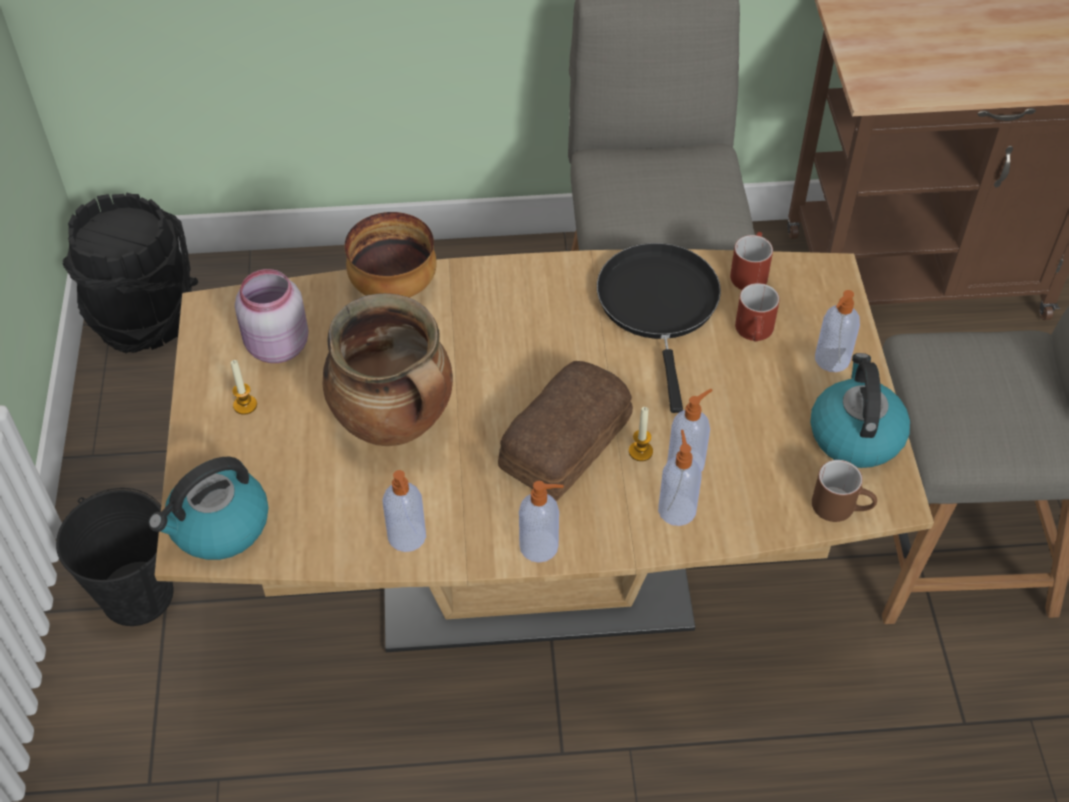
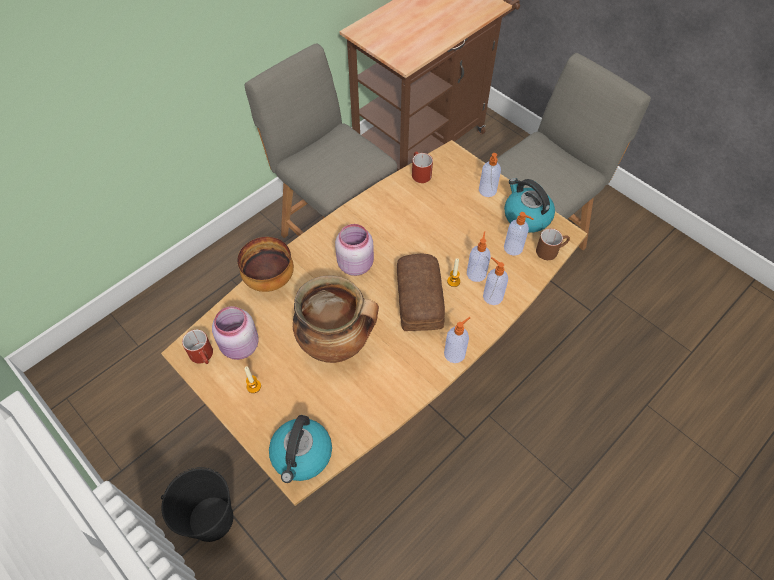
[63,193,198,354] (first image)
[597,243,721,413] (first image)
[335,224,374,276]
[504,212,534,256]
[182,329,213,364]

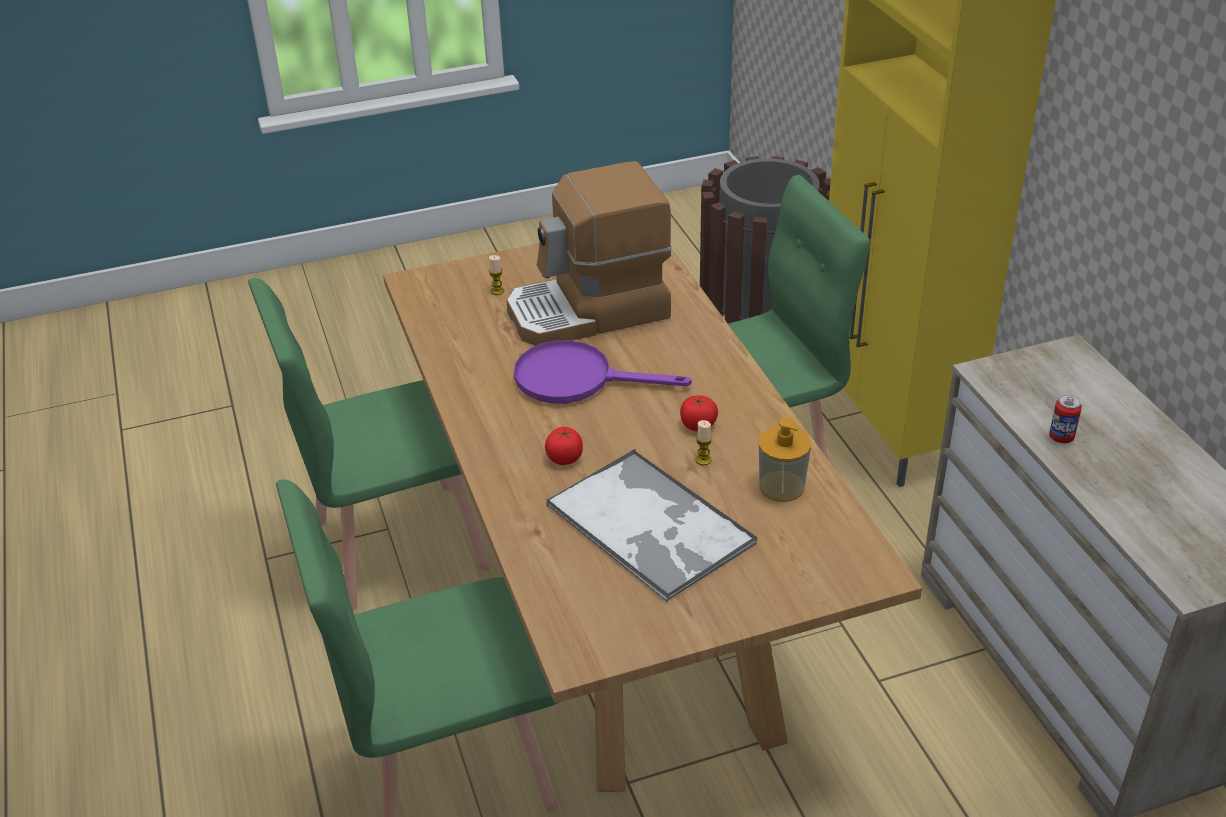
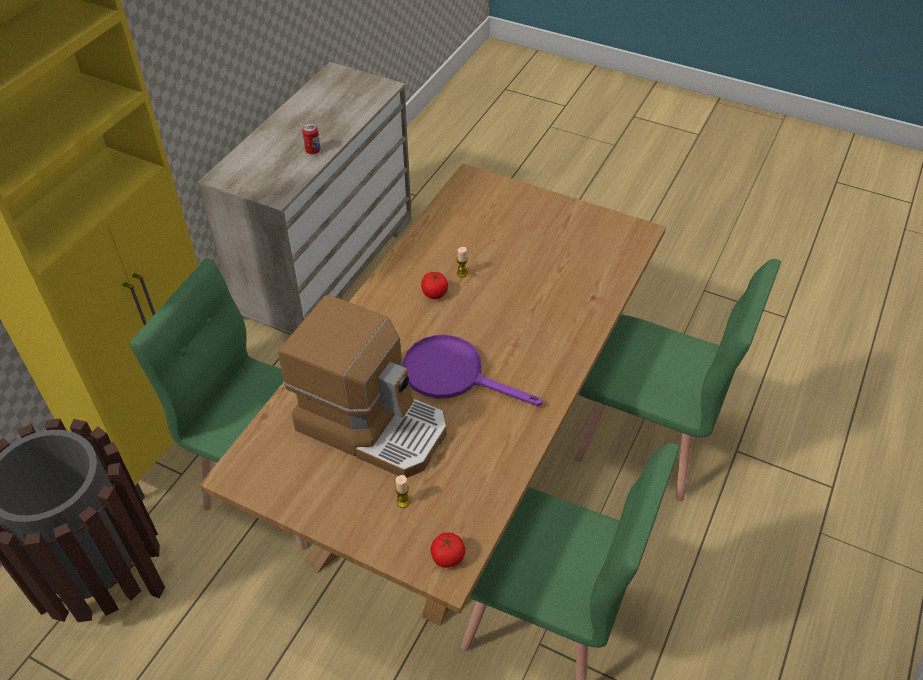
[546,449,757,602] (first image)
[759,418,811,502] (first image)
[431,533,465,568]
[403,335,543,406]

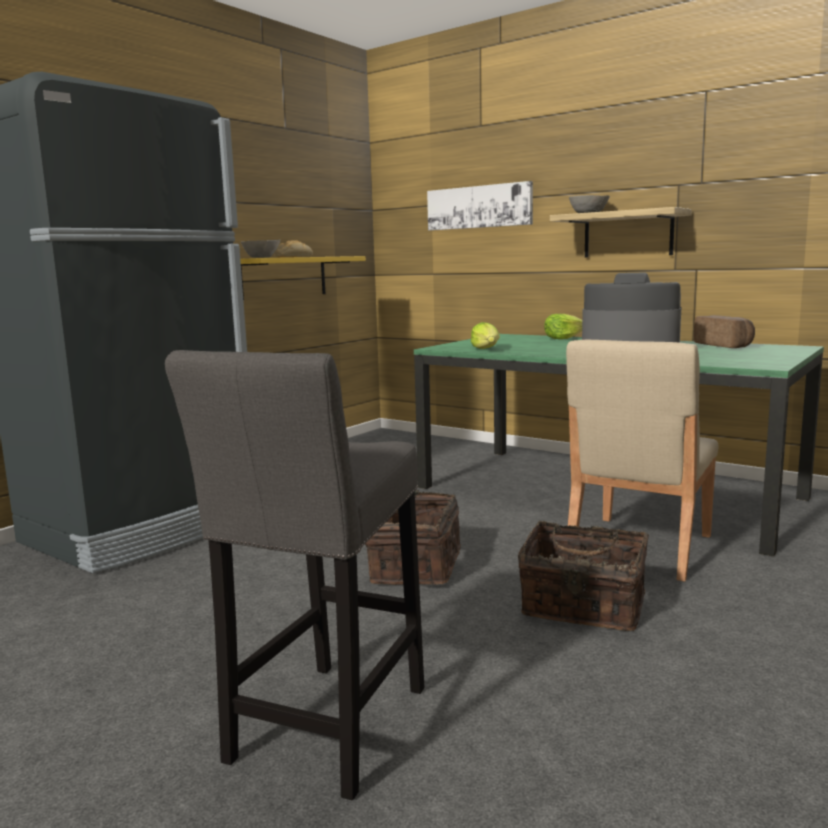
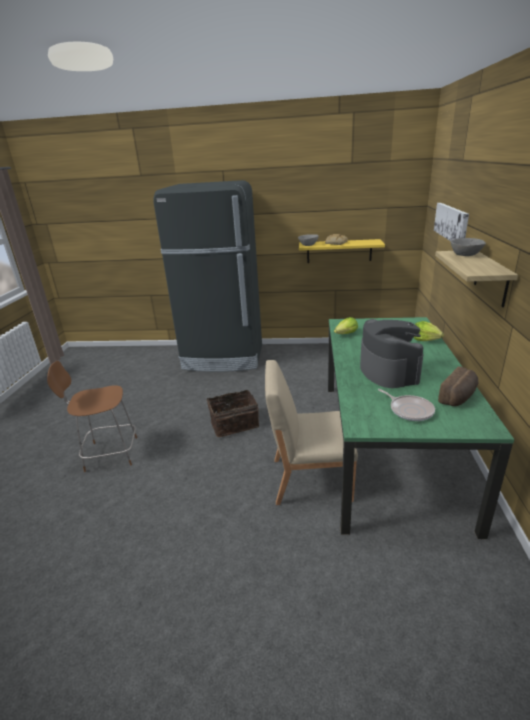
[518,521,649,631] (first image)
[378,389,435,421]
[47,361,137,472]

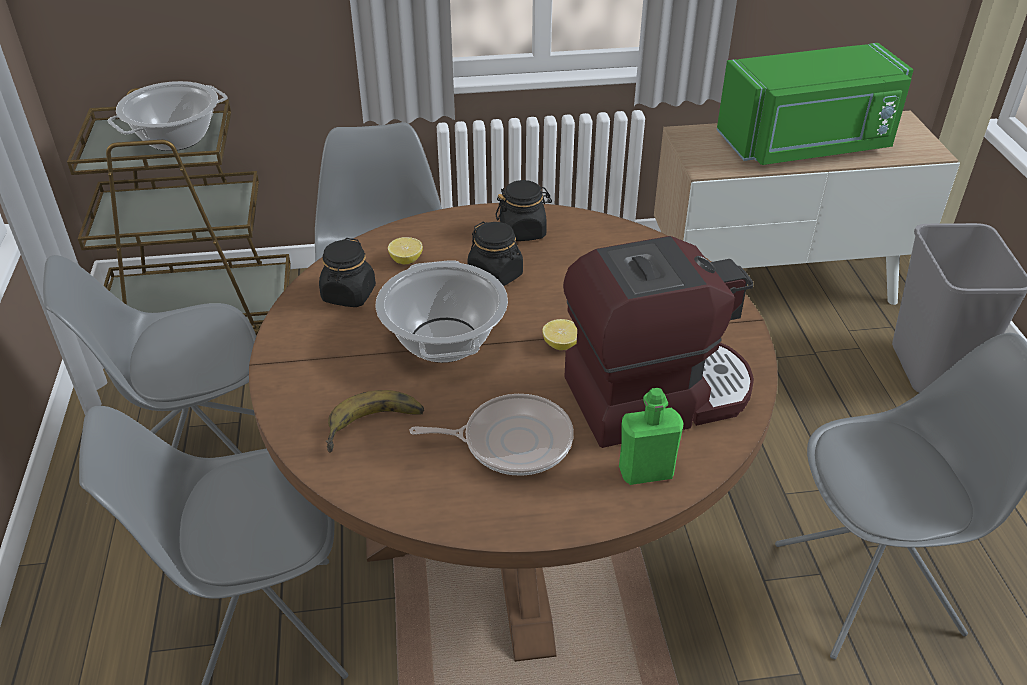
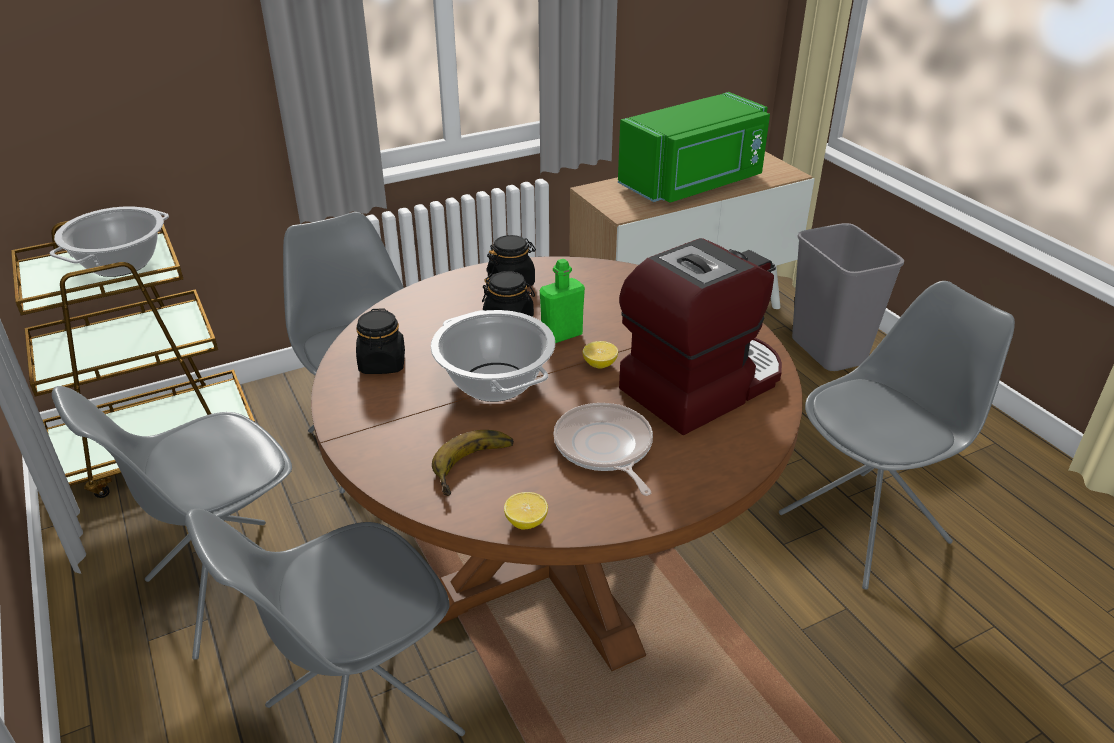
[504,492,548,530]
[540,259,585,343]
[553,403,653,496]

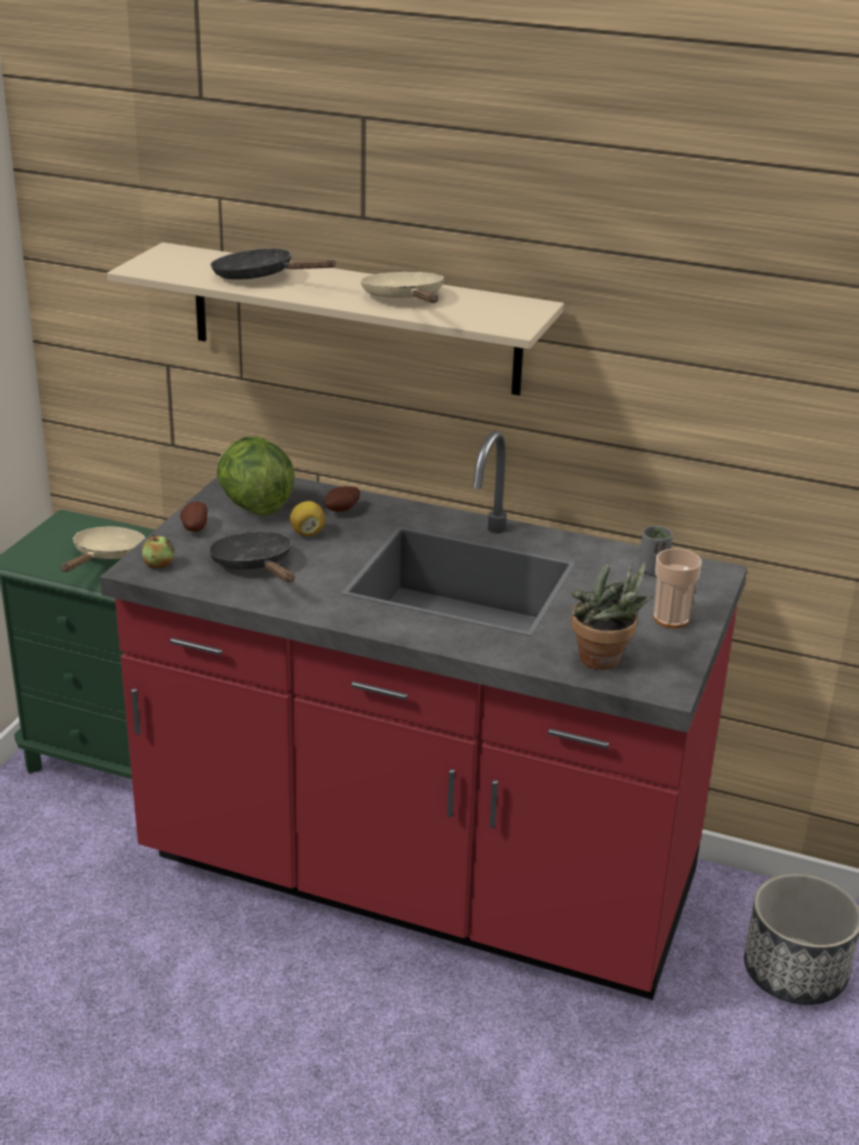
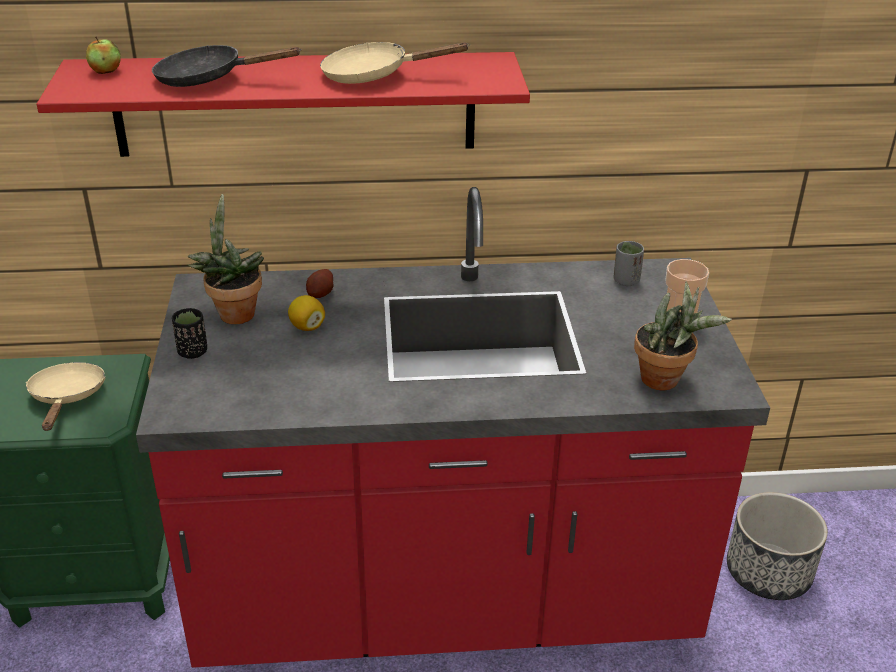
[209,531,295,582] (first image)
[86,37,121,74]
[172,308,207,359]
[188,194,264,324]
[36,52,530,157]
[320,42,470,84]

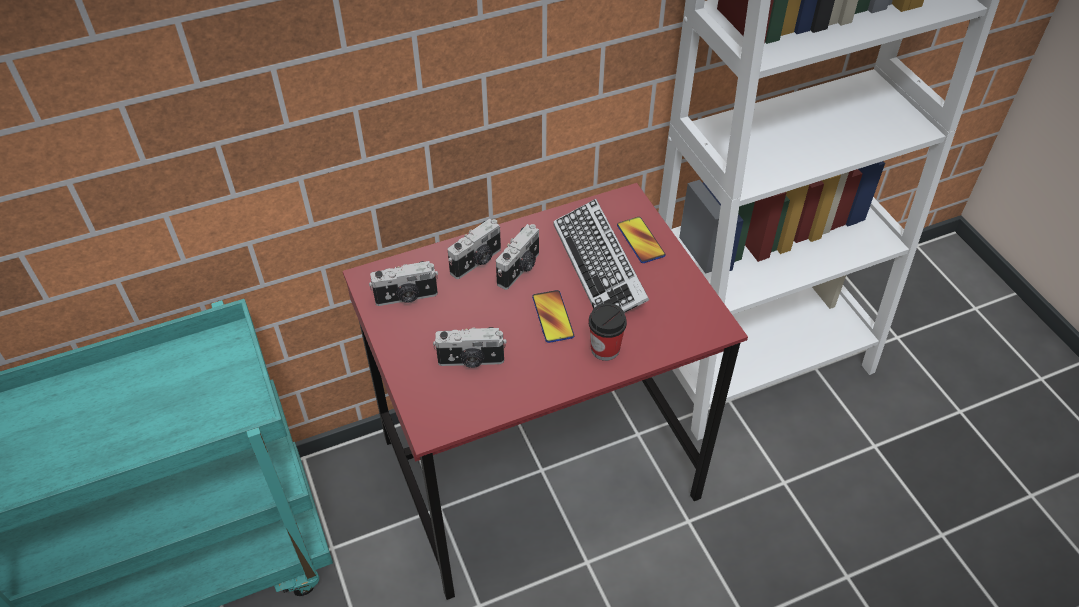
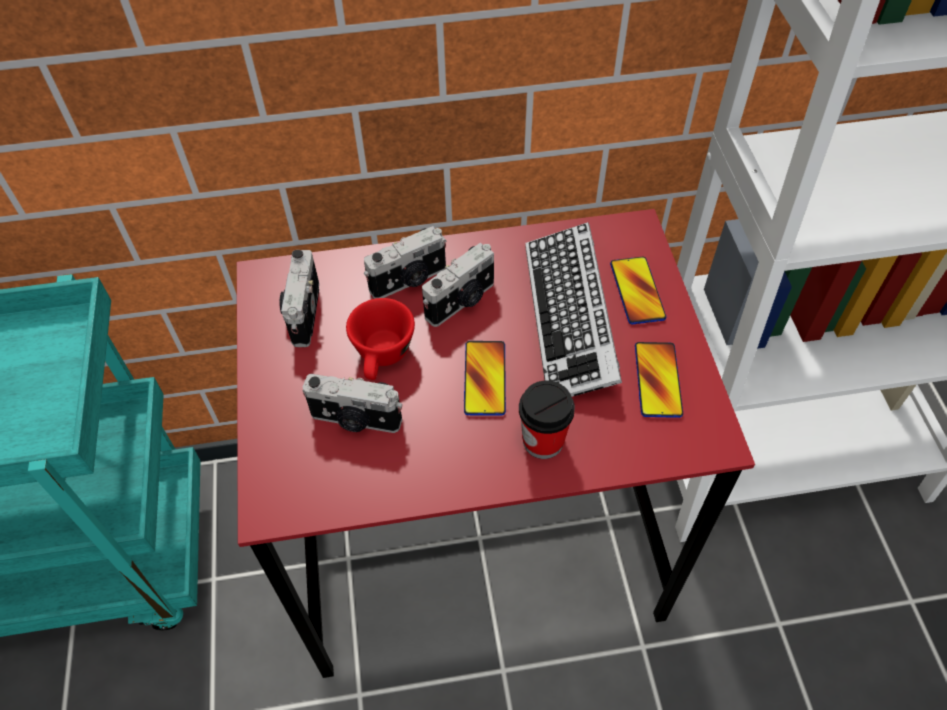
[346,298,415,380]
[635,342,683,418]
[280,250,319,347]

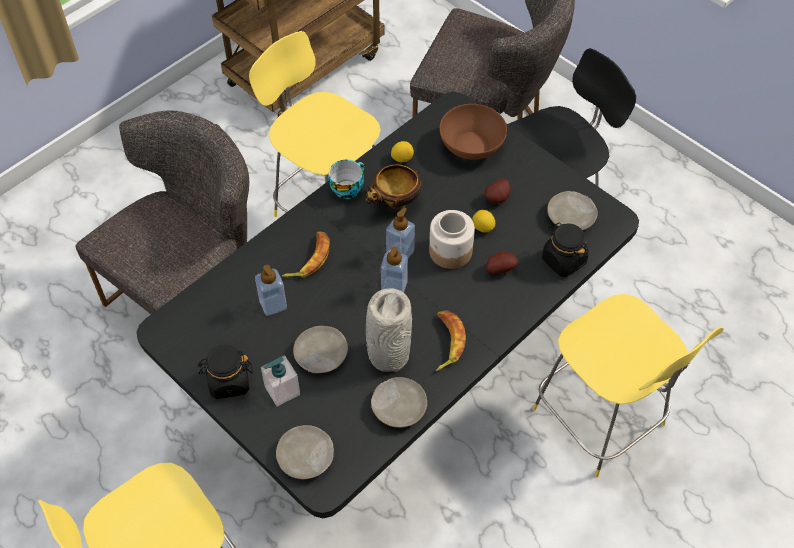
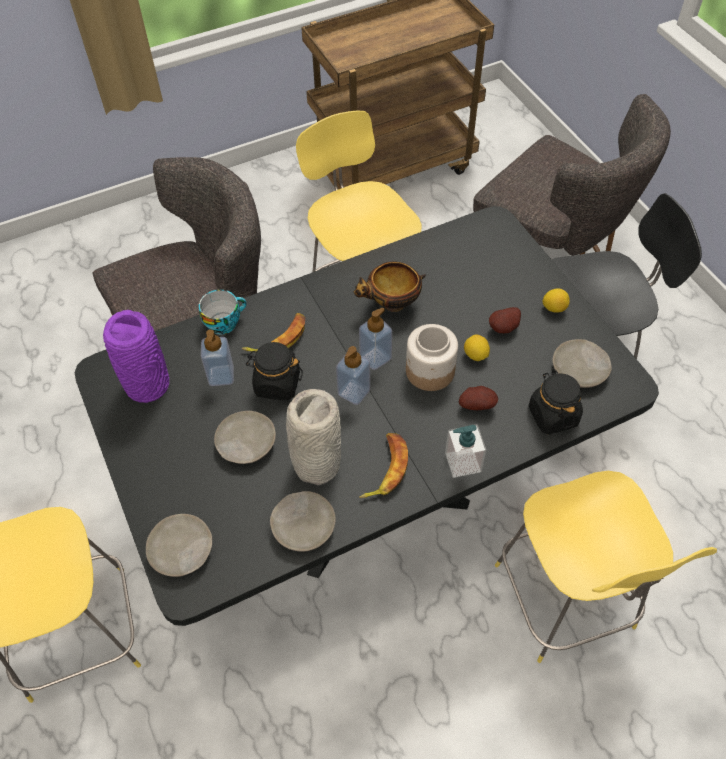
[439,104,507,160] (first image)
[103,310,169,403]
[246,342,303,400]
[445,424,486,478]
[199,290,247,335]
[542,288,570,313]

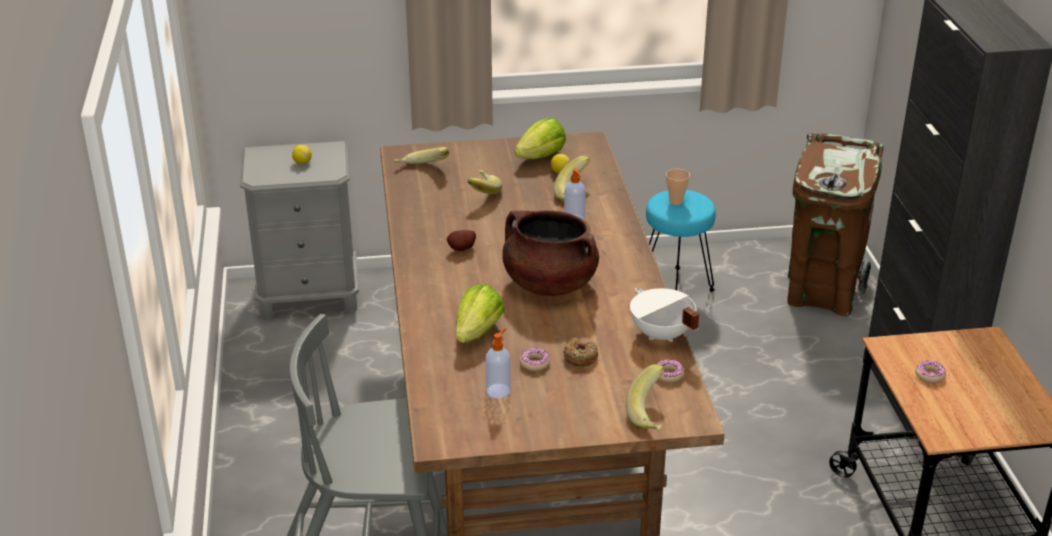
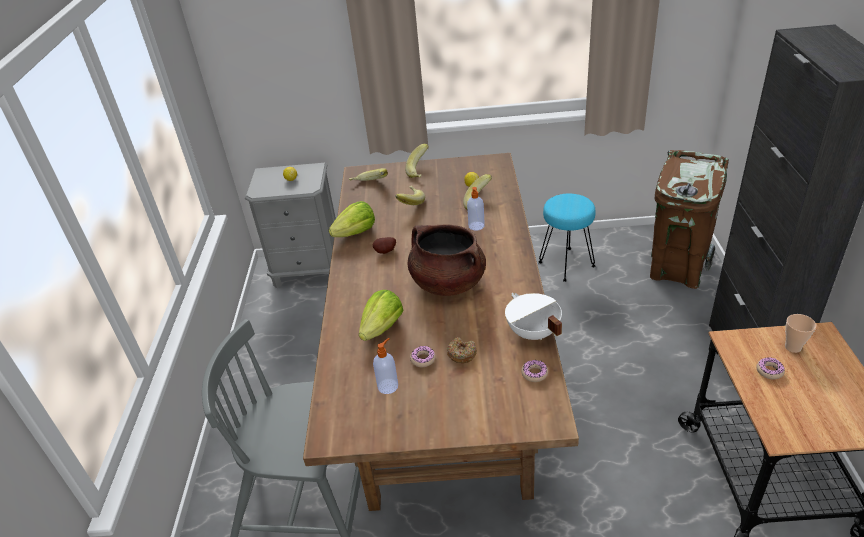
[329,201,375,237]
[405,144,429,178]
[785,314,816,353]

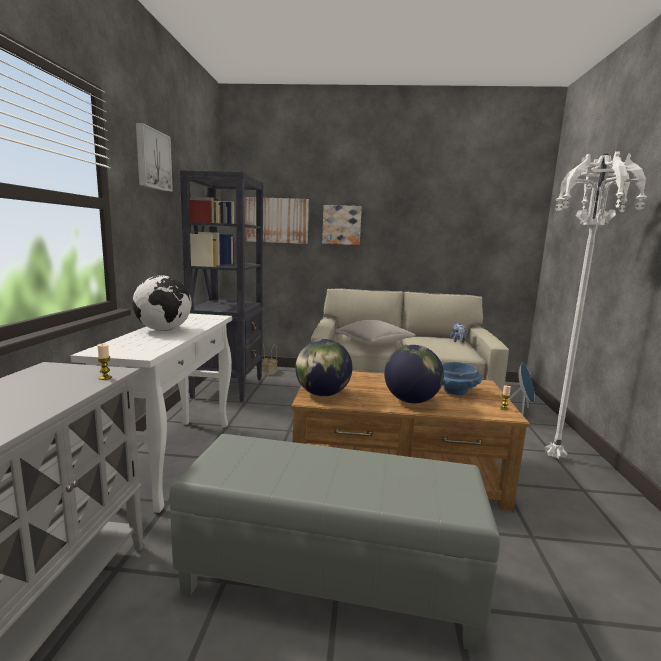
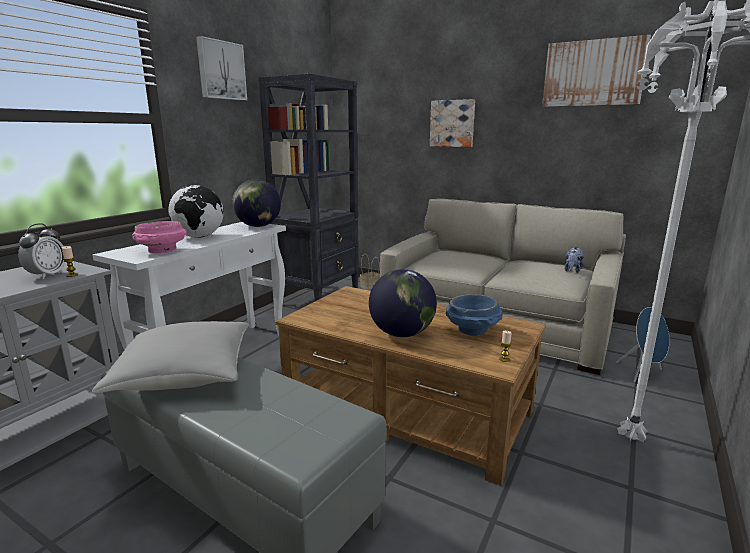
[18,223,65,279]
[132,221,187,253]
[542,35,651,107]
[232,179,281,227]
[92,321,249,394]

